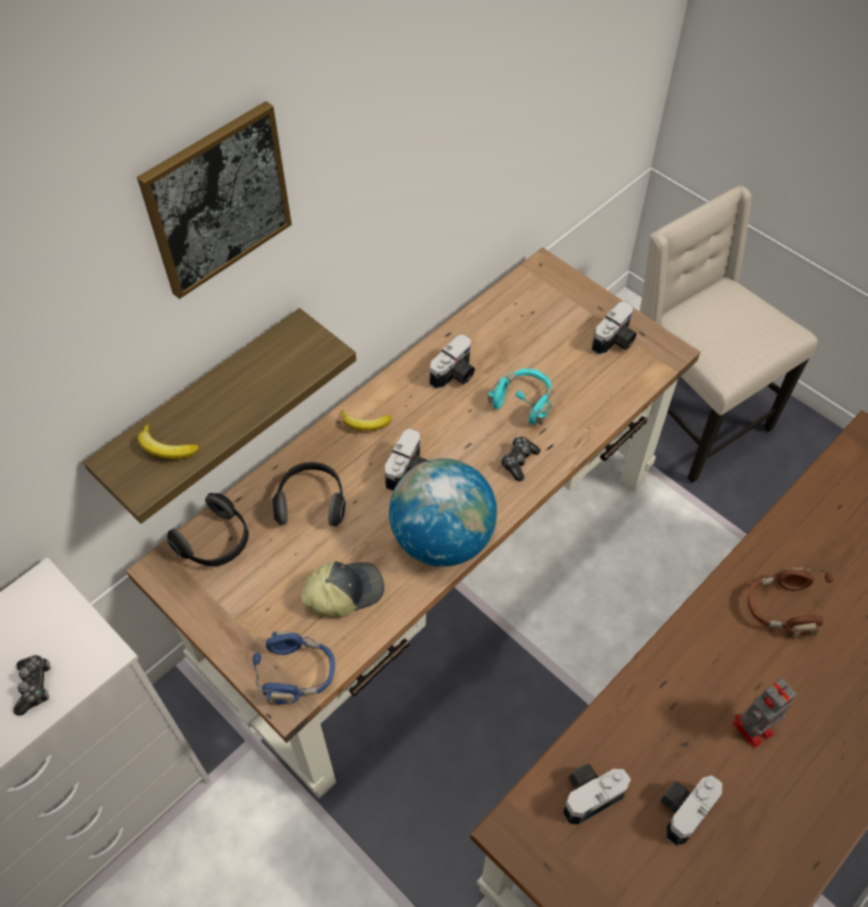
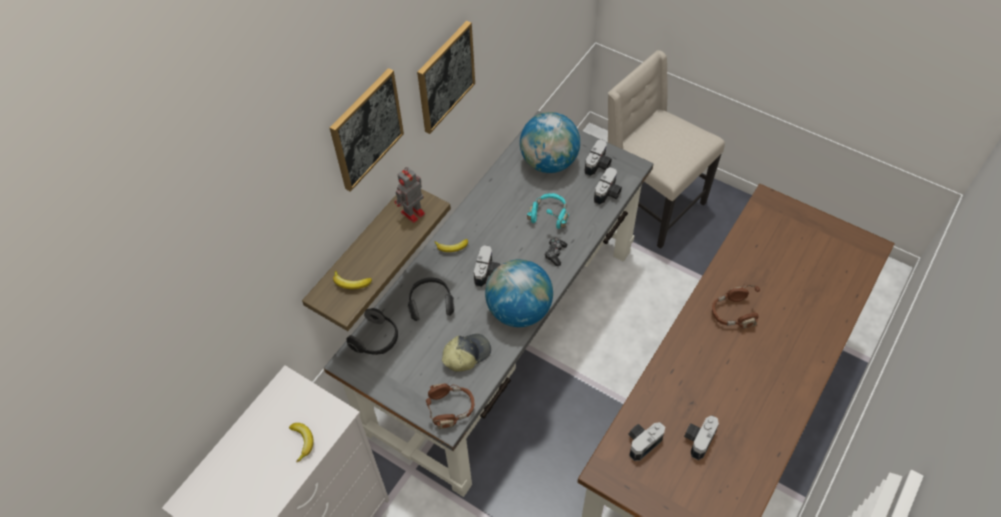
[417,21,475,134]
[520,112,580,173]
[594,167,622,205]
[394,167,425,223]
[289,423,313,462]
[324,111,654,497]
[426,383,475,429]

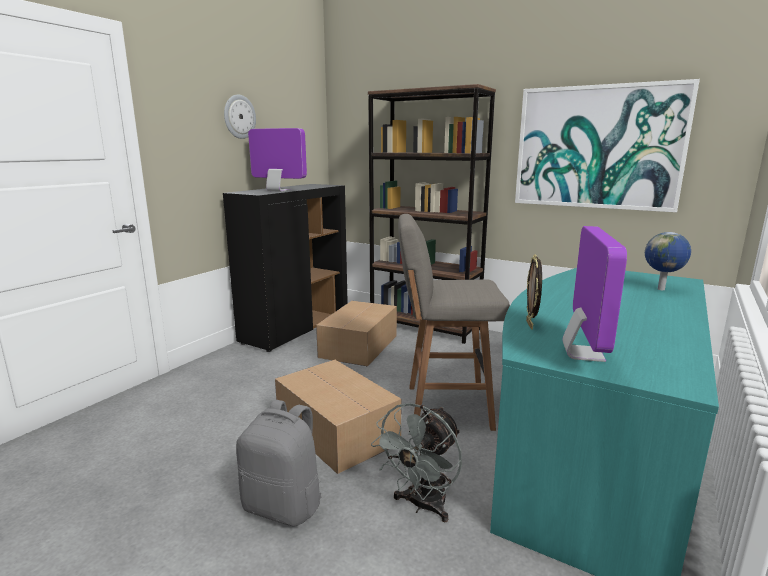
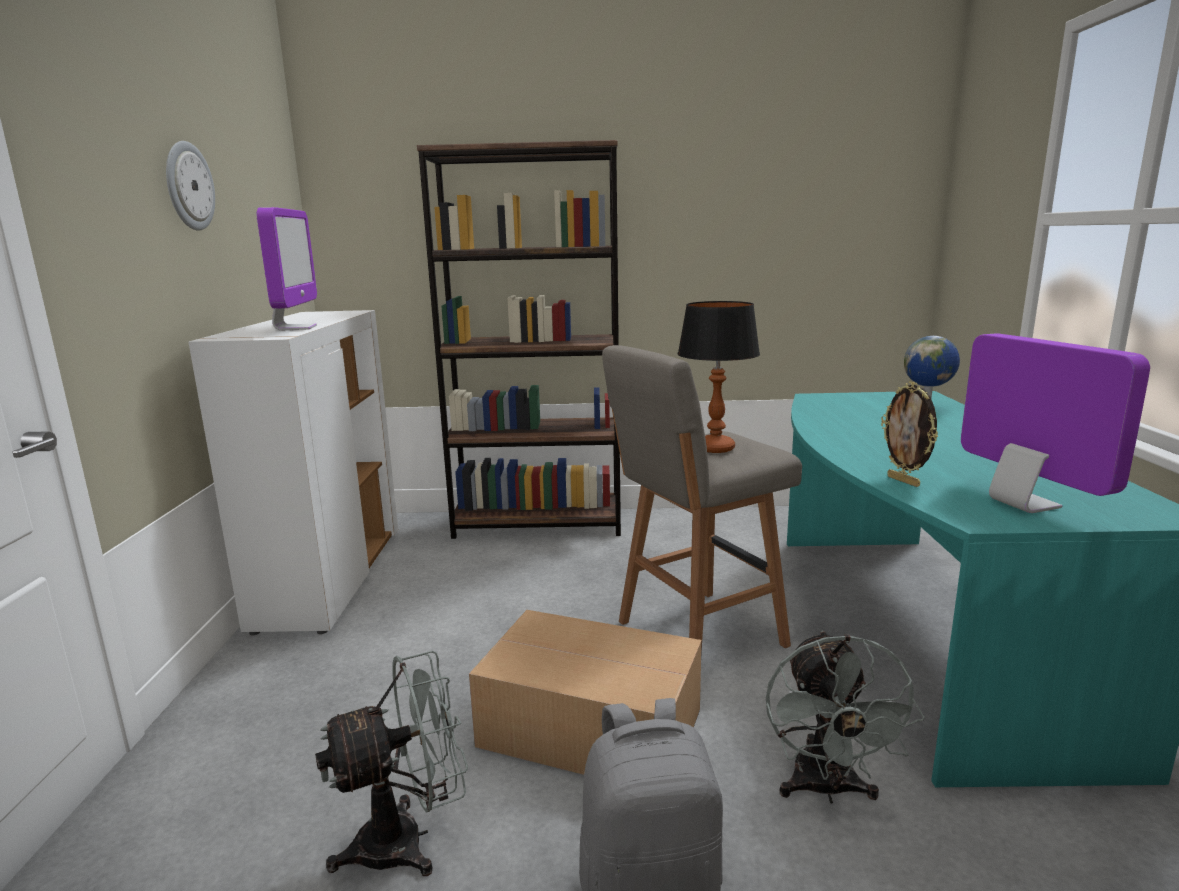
[316,301,397,366] (first image)
[515,79,700,212] (first image)
[315,651,468,876]
[678,301,760,453]
[188,310,398,635]
[257,207,317,330]

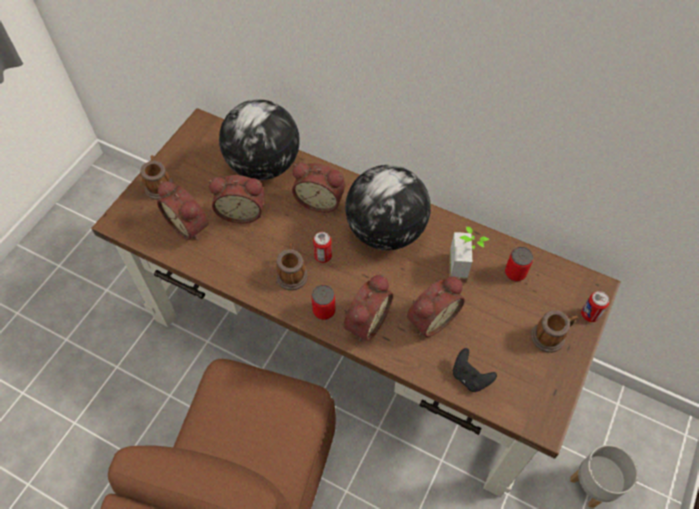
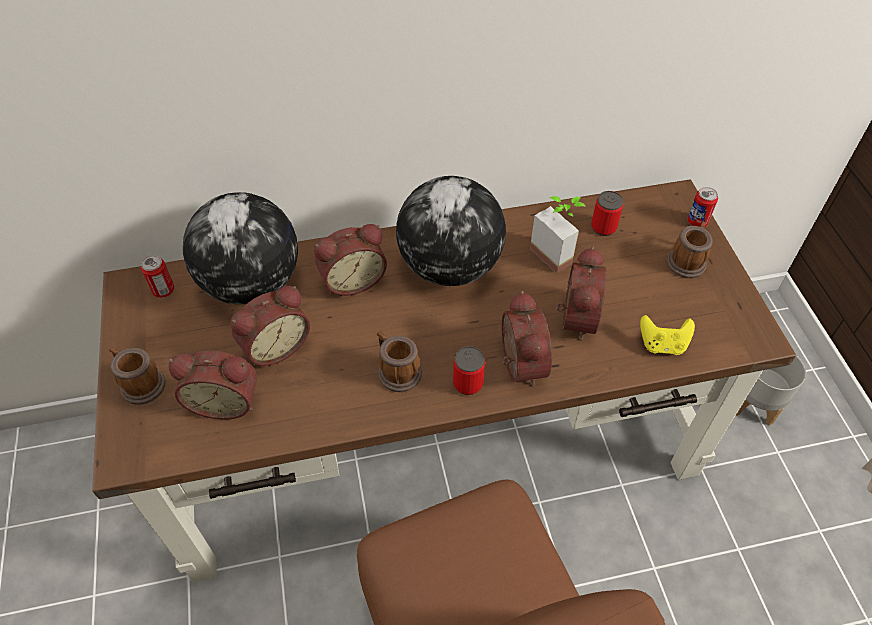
[141,255,175,298]
[640,315,695,355]

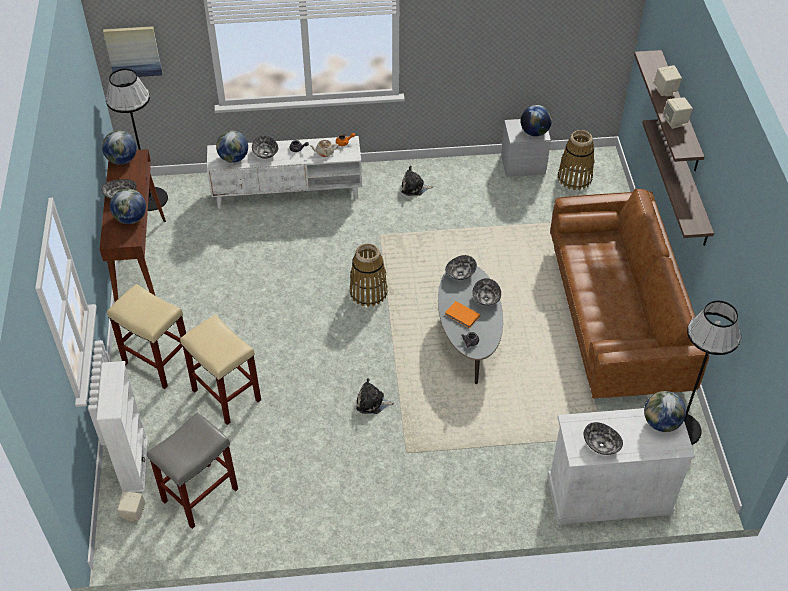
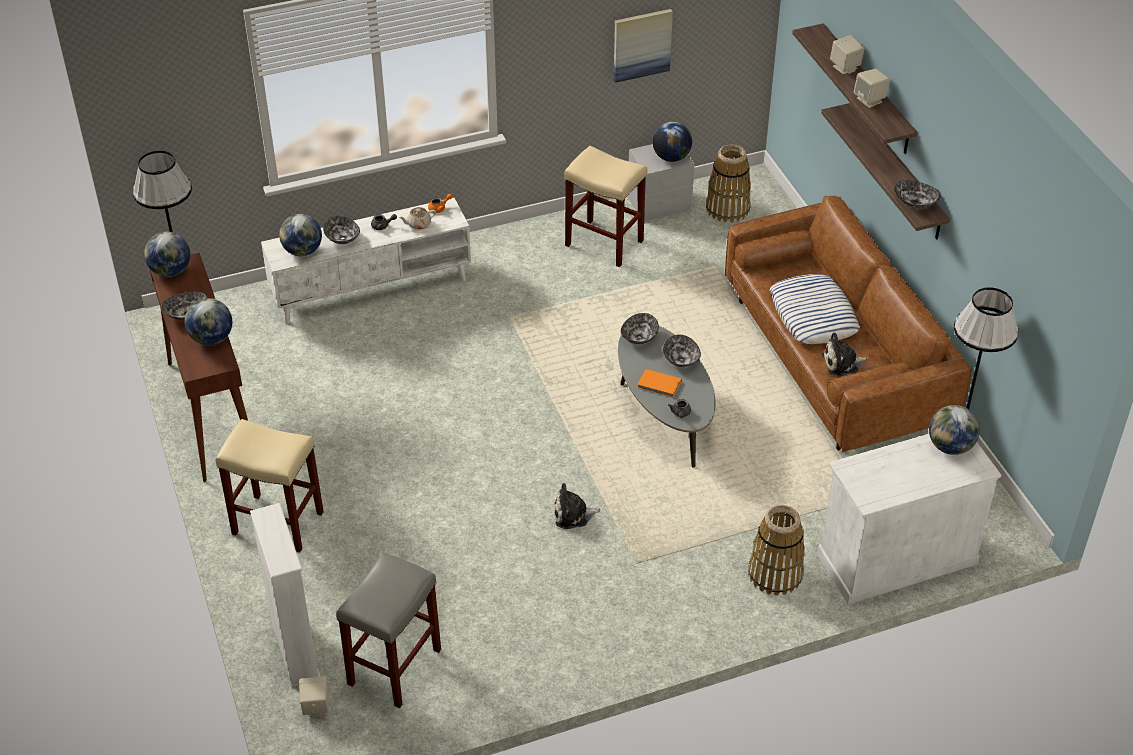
[770,274,860,344]
[614,9,673,83]
[564,146,647,267]
[748,505,805,596]
[822,333,868,376]
[895,180,941,209]

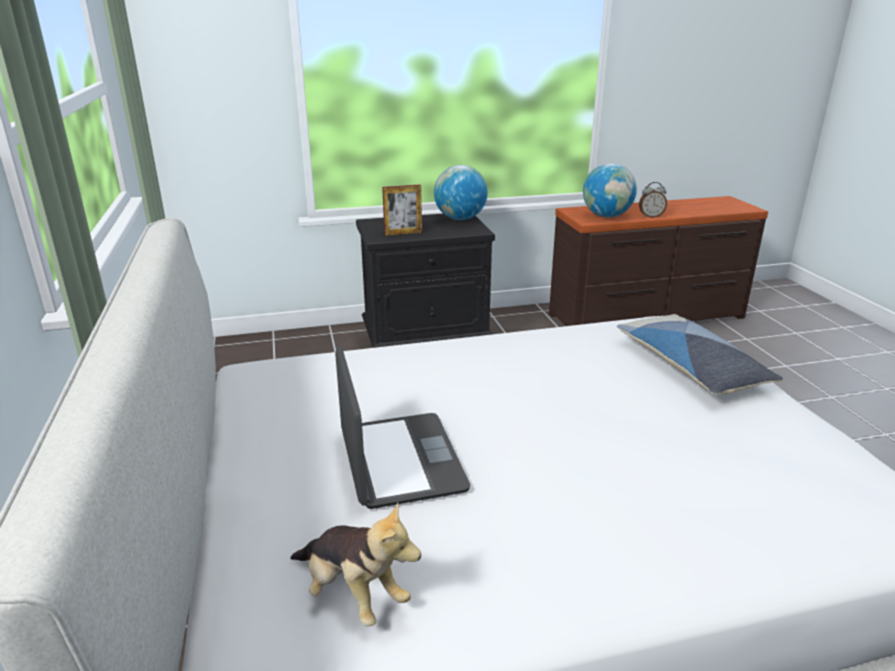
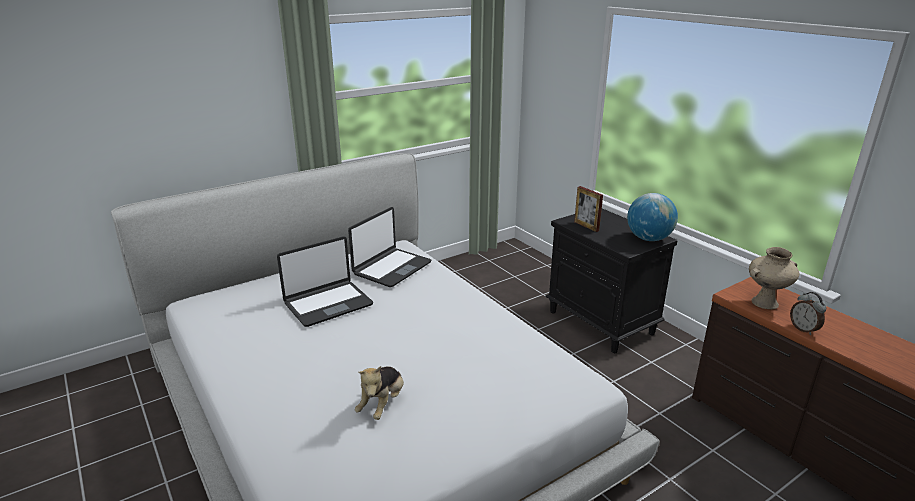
[617,314,783,395] (first image)
[348,207,431,287]
[355,366,404,420]
[749,247,800,309]

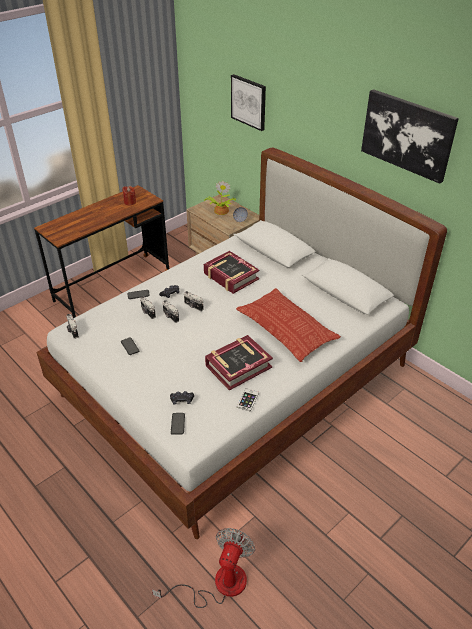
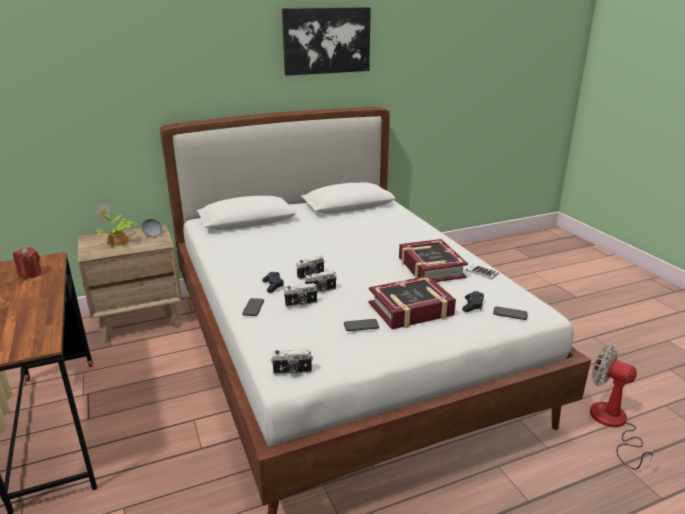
[231,74,266,131] (first image)
[236,288,341,362] (first image)
[369,276,456,329]

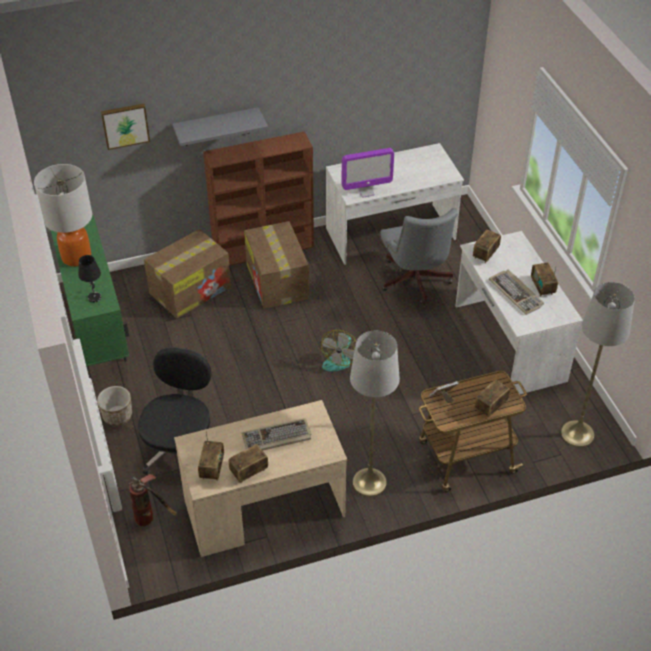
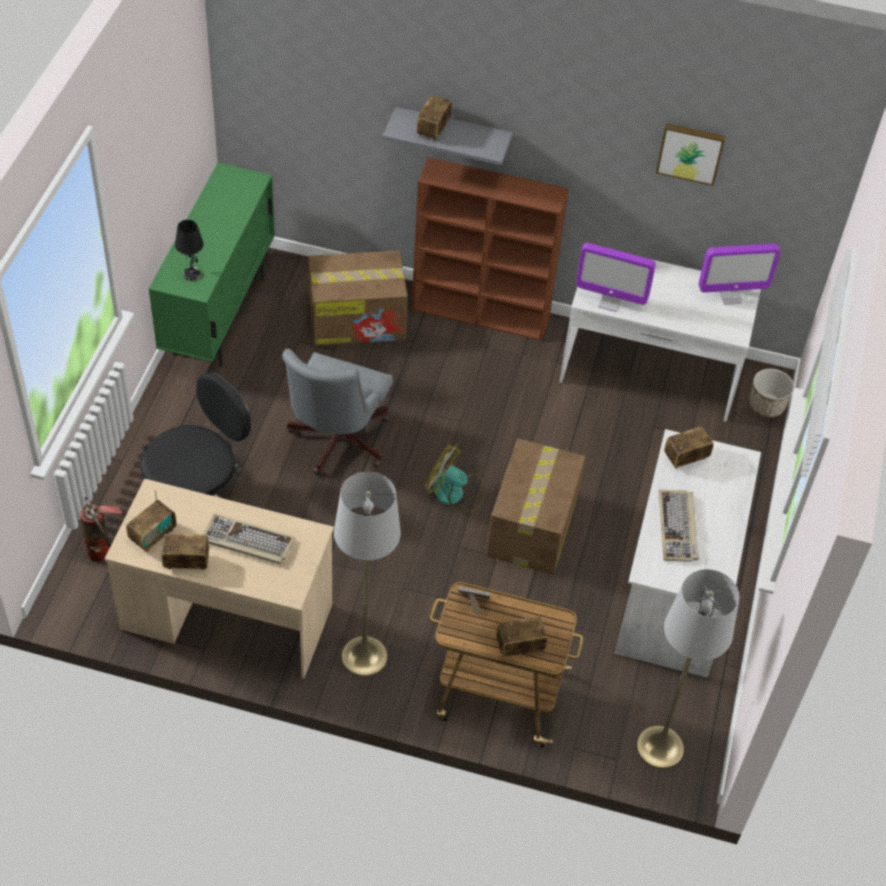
[34,164,92,266] (first image)
[698,244,781,305]
[749,369,794,417]
[656,123,726,186]
[486,439,585,574]
[282,349,393,474]
[417,95,452,141]
[424,444,485,512]

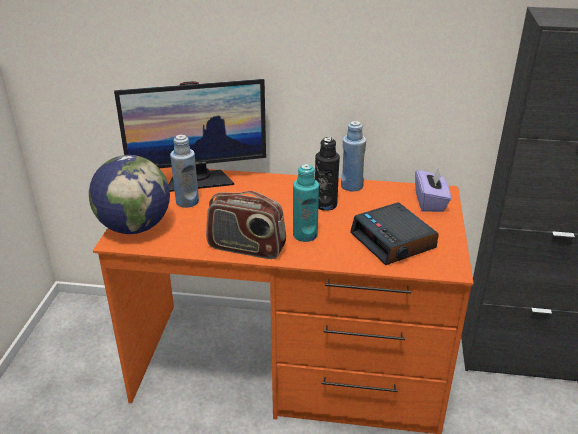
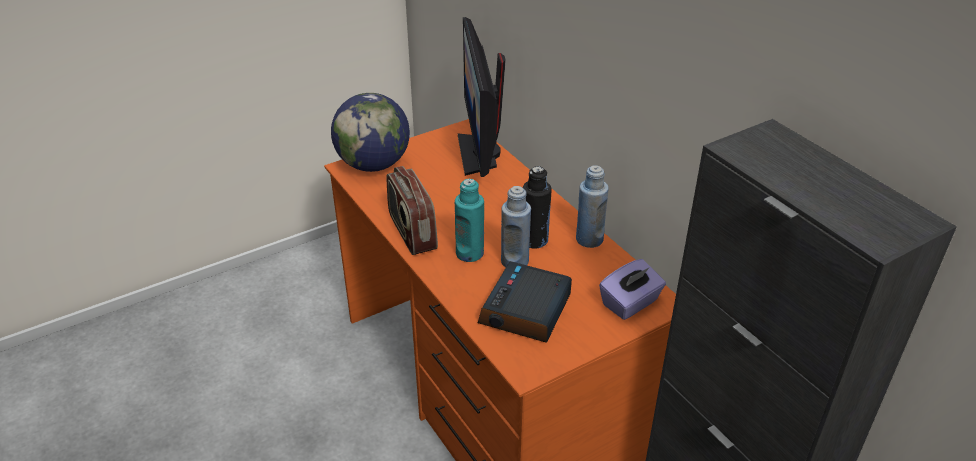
[501,186,531,267]
[458,17,506,177]

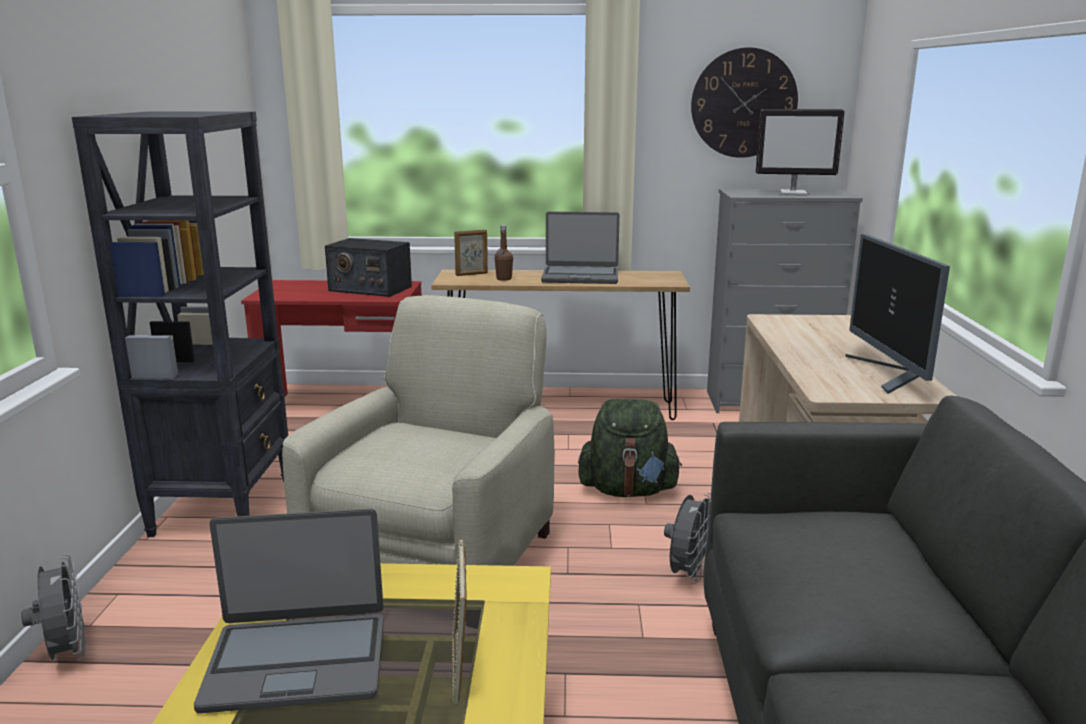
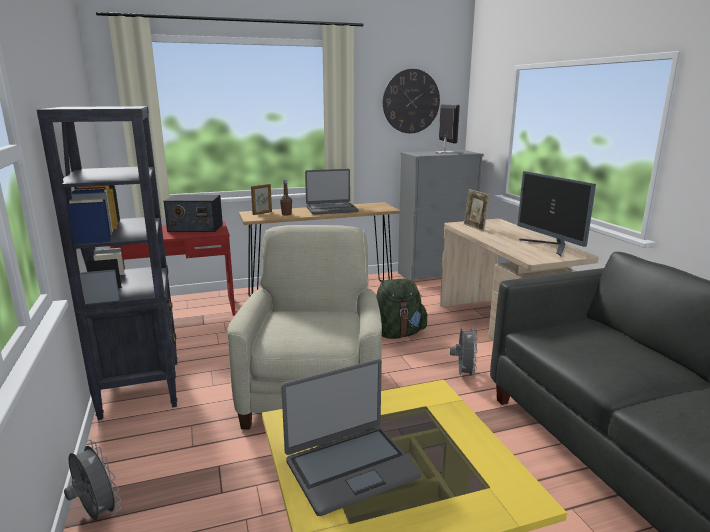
[464,189,490,232]
[435,104,460,154]

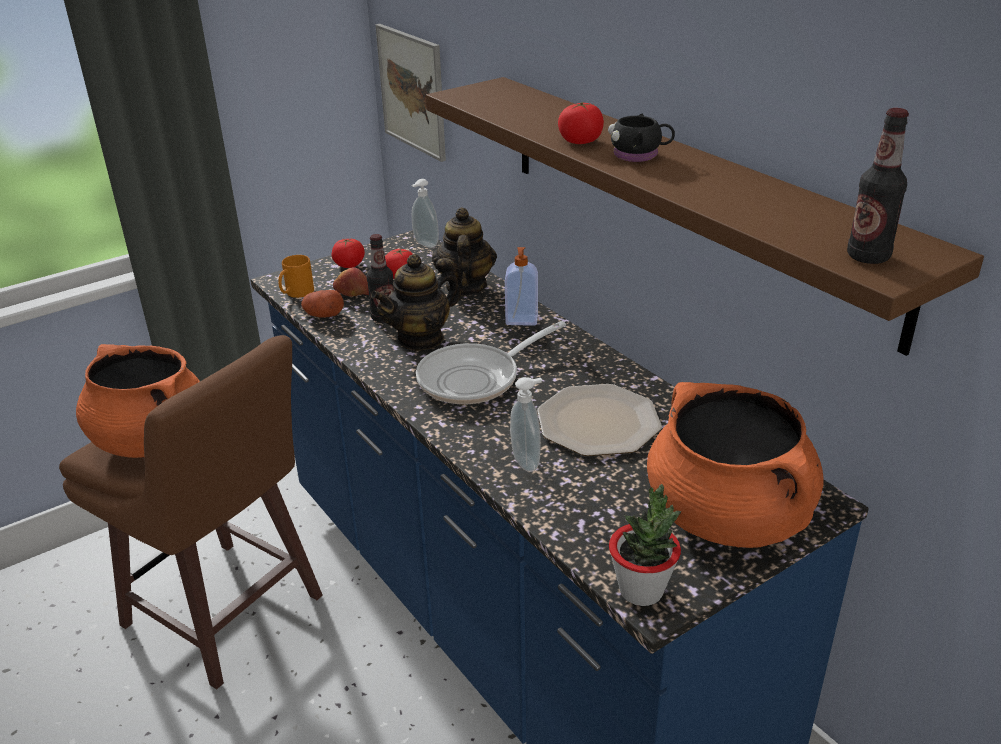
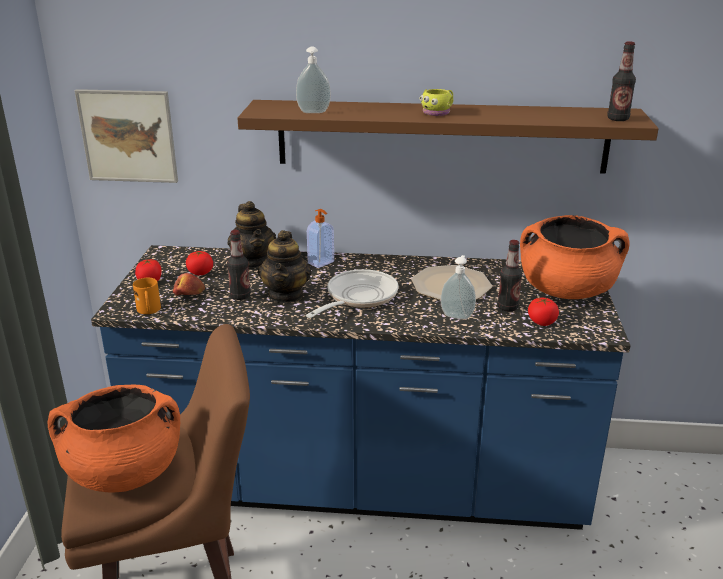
[301,290,344,318] (first image)
[609,484,682,606] (first image)
[498,240,522,312]
[296,47,331,113]
[528,298,559,326]
[420,89,453,116]
[306,269,399,318]
[228,201,276,268]

